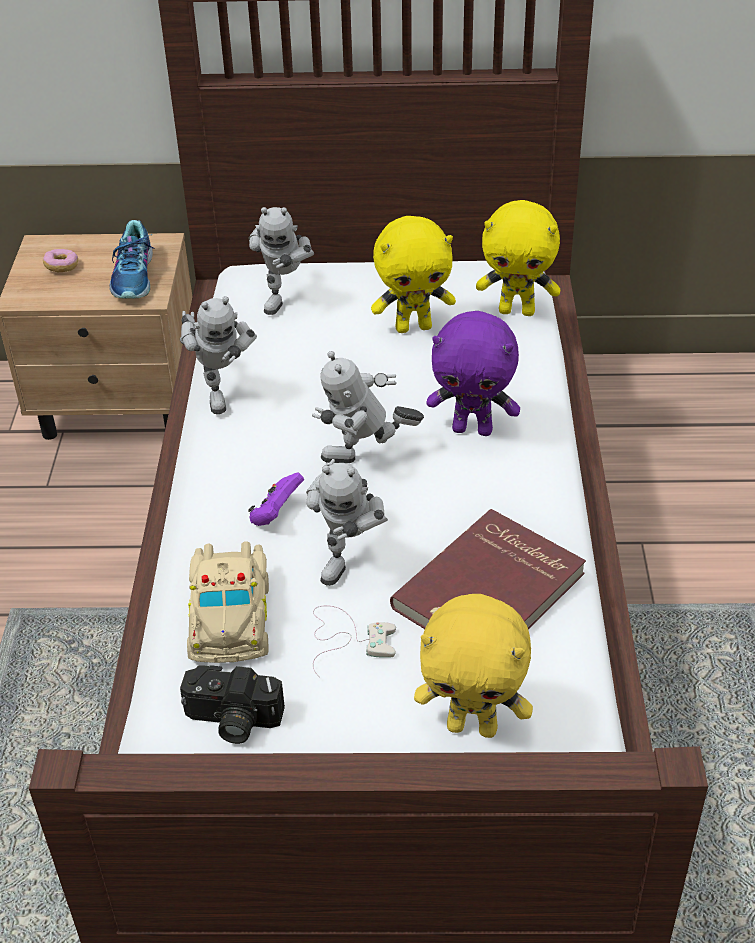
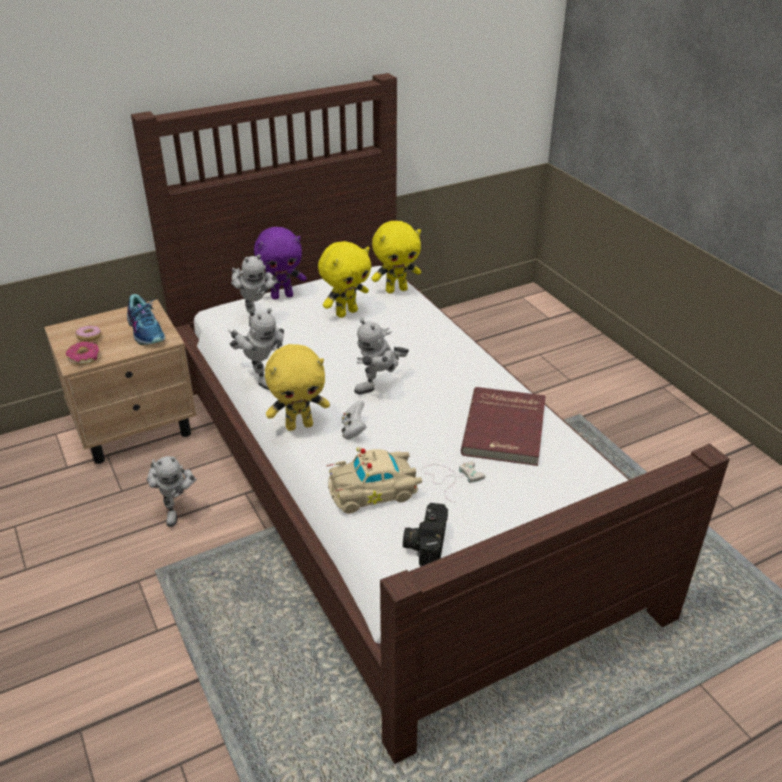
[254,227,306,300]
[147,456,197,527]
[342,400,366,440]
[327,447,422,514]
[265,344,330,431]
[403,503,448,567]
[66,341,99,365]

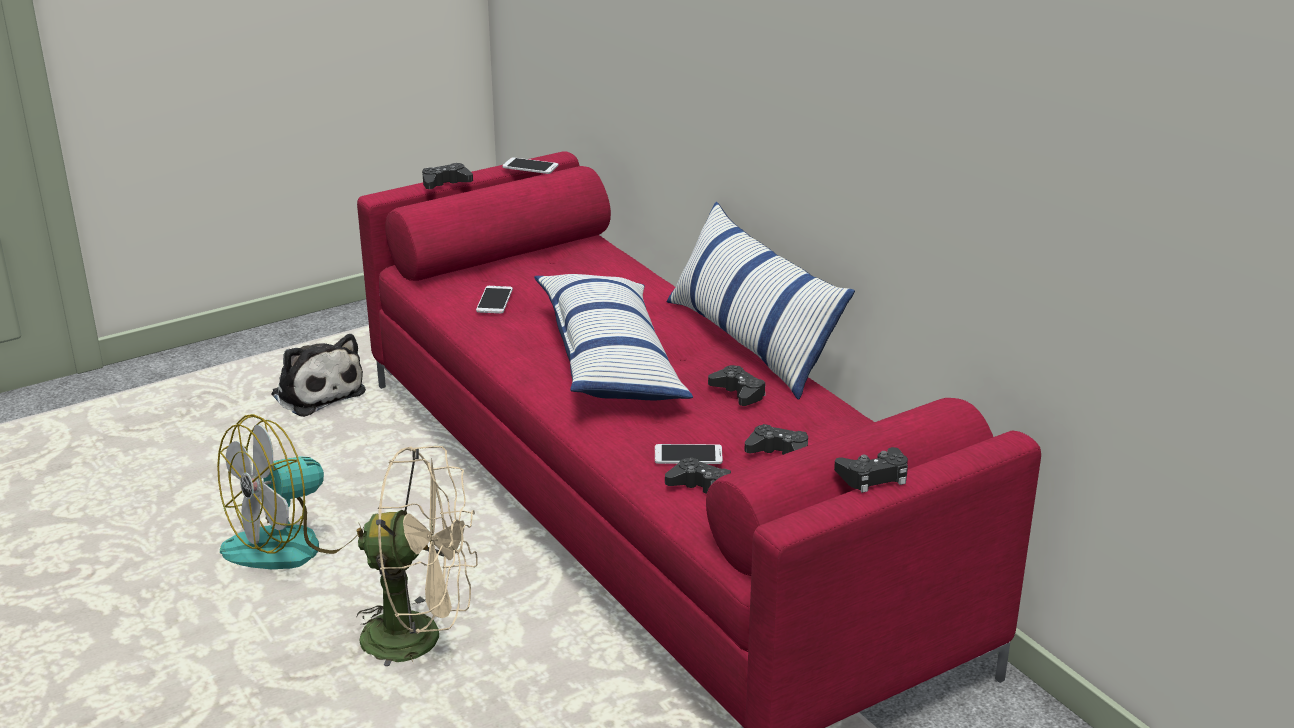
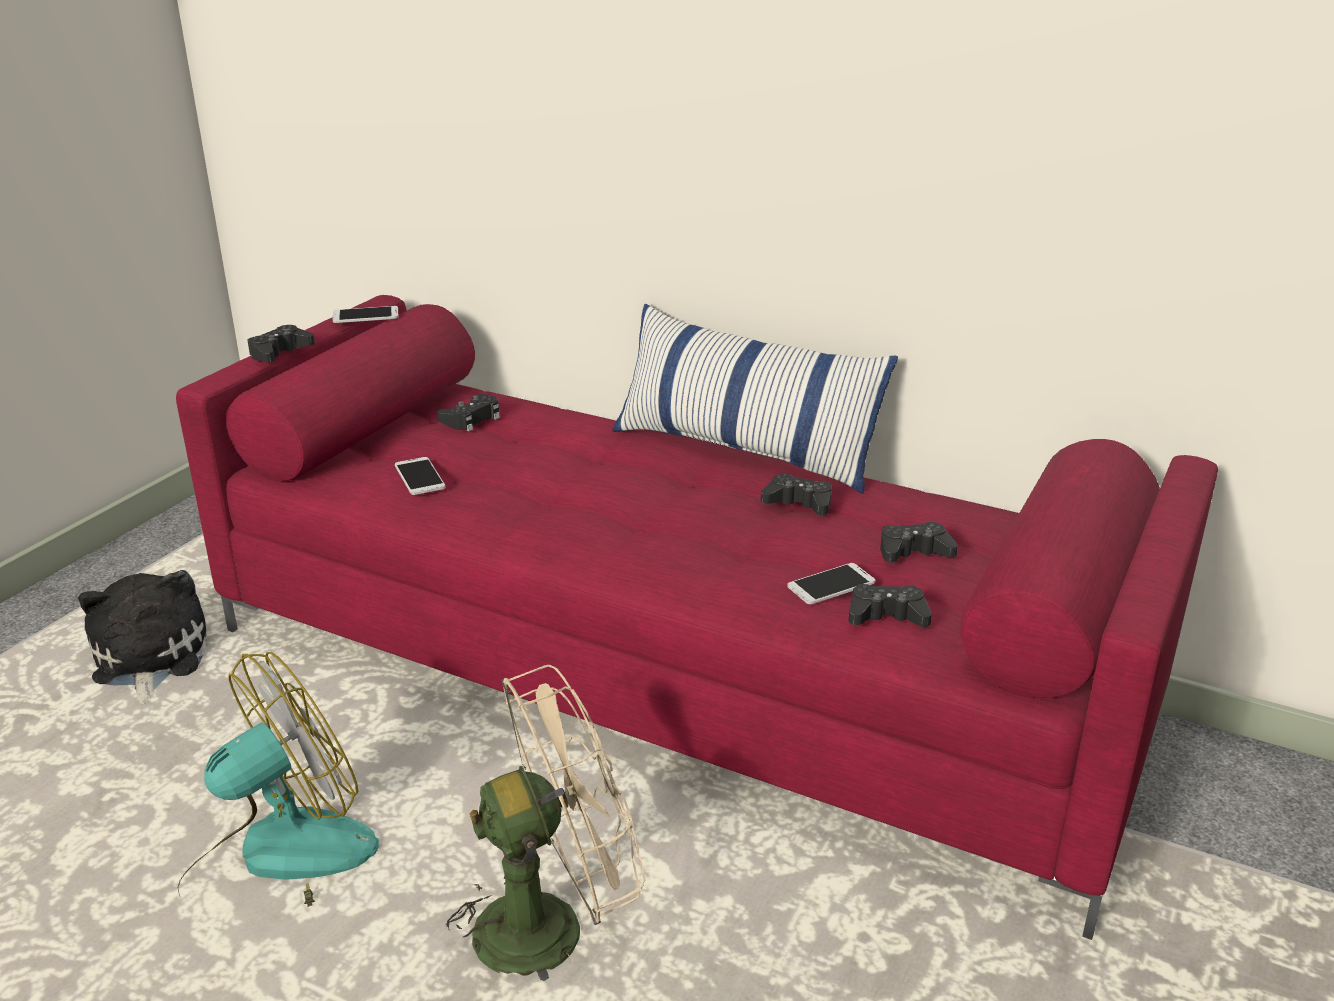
[534,274,693,400] (first image)
[78,570,207,705]
[178,652,379,915]
[437,394,500,432]

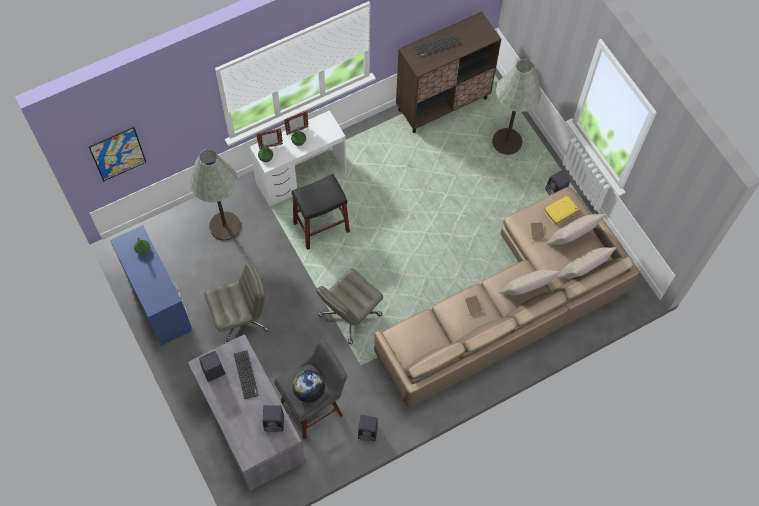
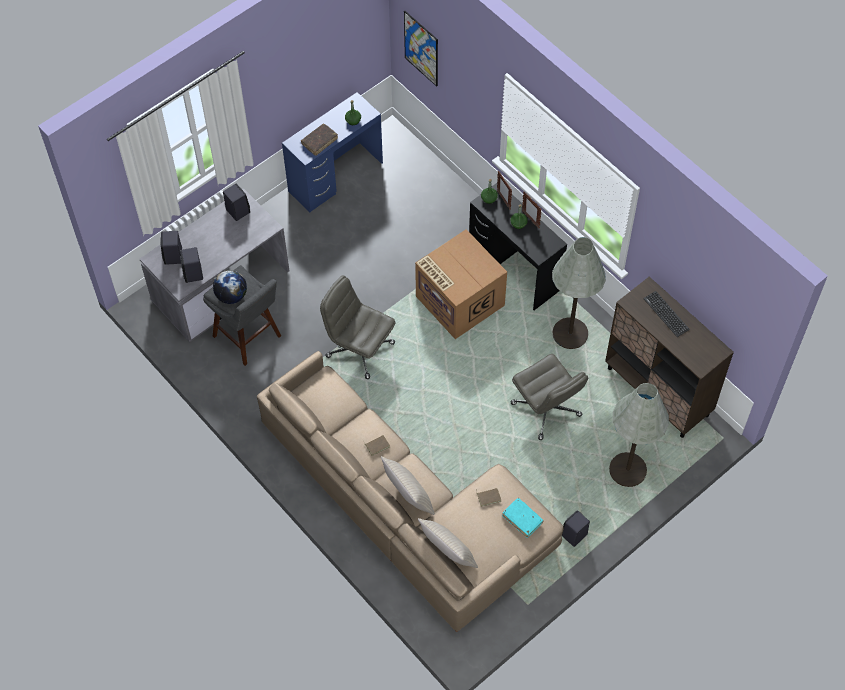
[469,183,567,310]
[552,237,606,349]
[415,229,507,339]
[502,498,544,538]
[546,214,605,245] (first image)
[510,354,588,440]
[234,350,259,399] (first image)
[160,231,182,265]
[301,123,338,156]

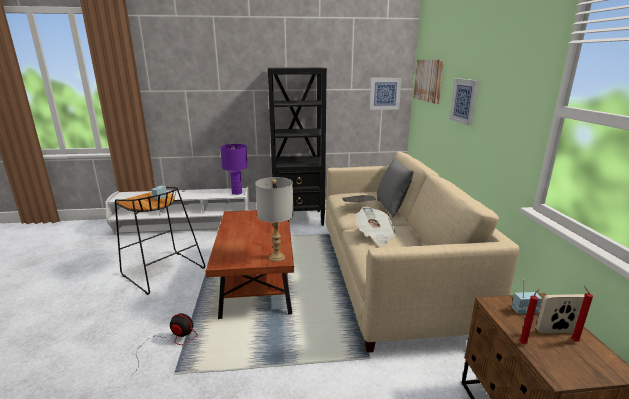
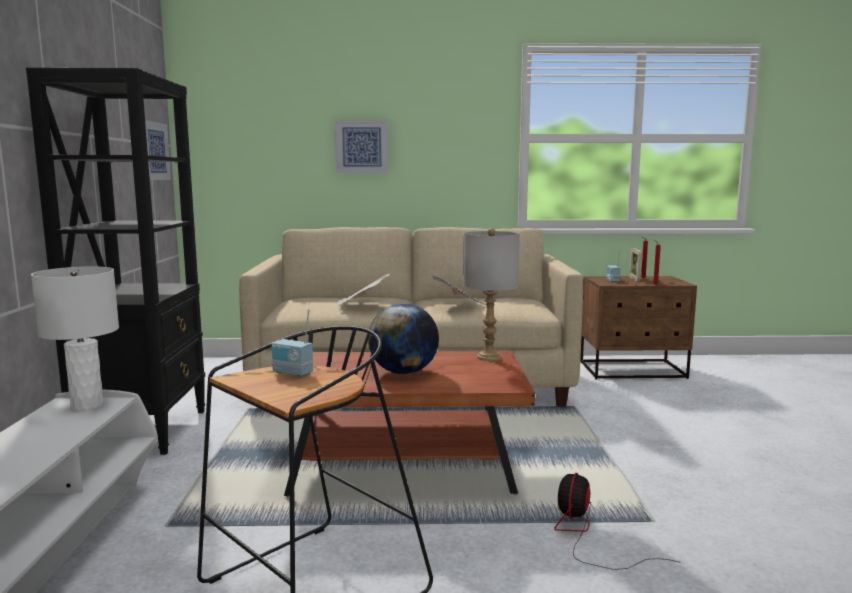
[414,60,444,104] (first image)
[31,266,119,411]
[377,157,414,218] (first image)
[368,303,439,374]

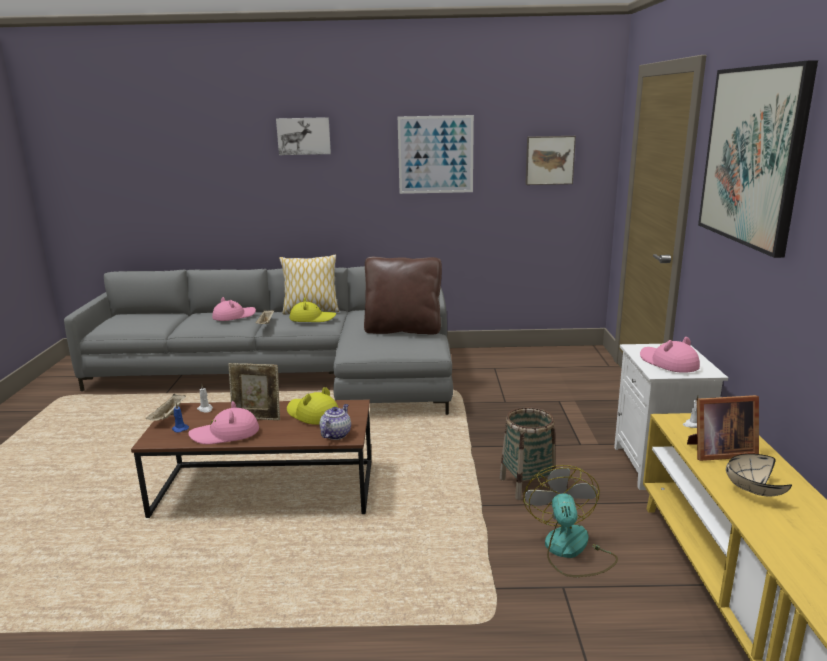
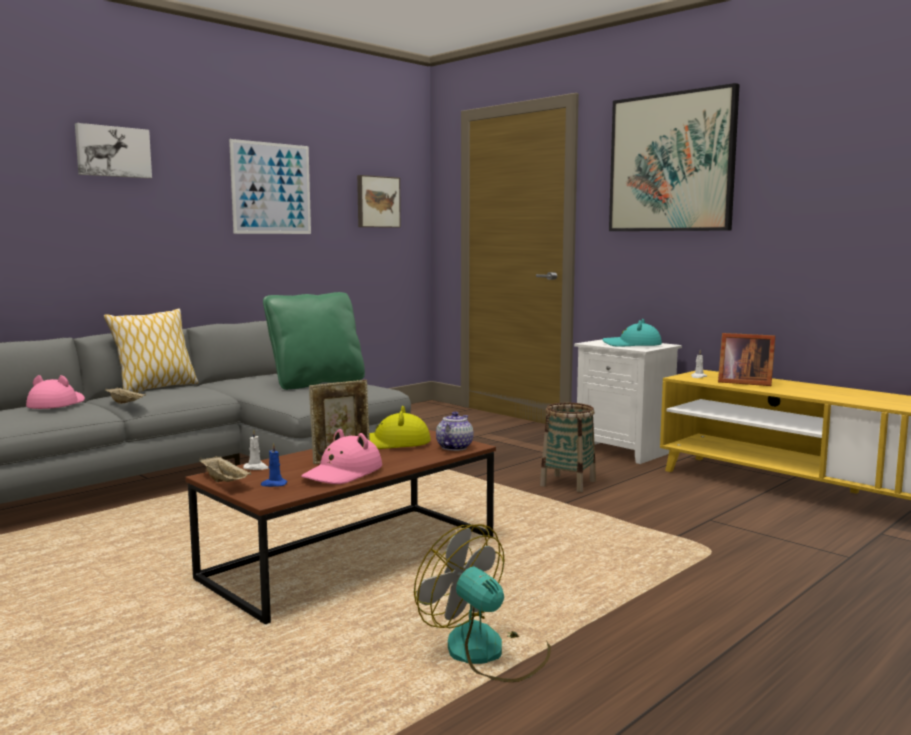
[263,292,365,390]
[290,297,336,322] (first image)
[602,319,662,347]
[718,333,775,386]
[436,411,474,451]
[726,454,792,496] (first image)
[414,524,551,682]

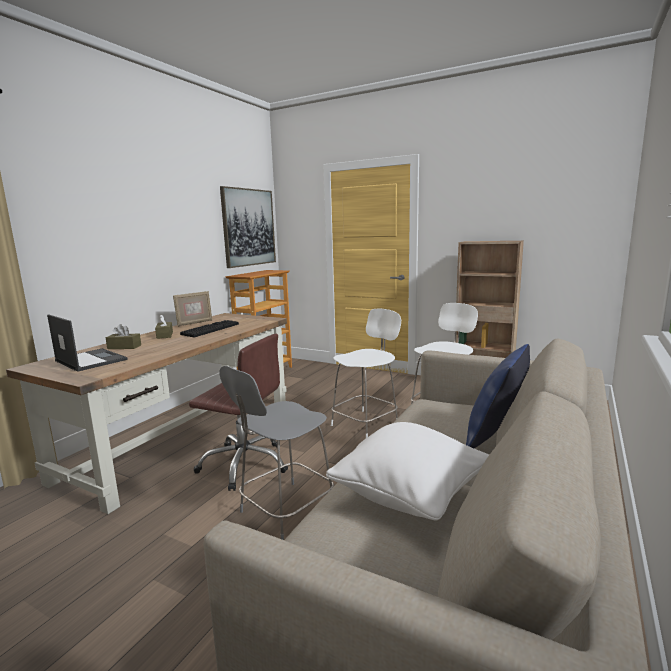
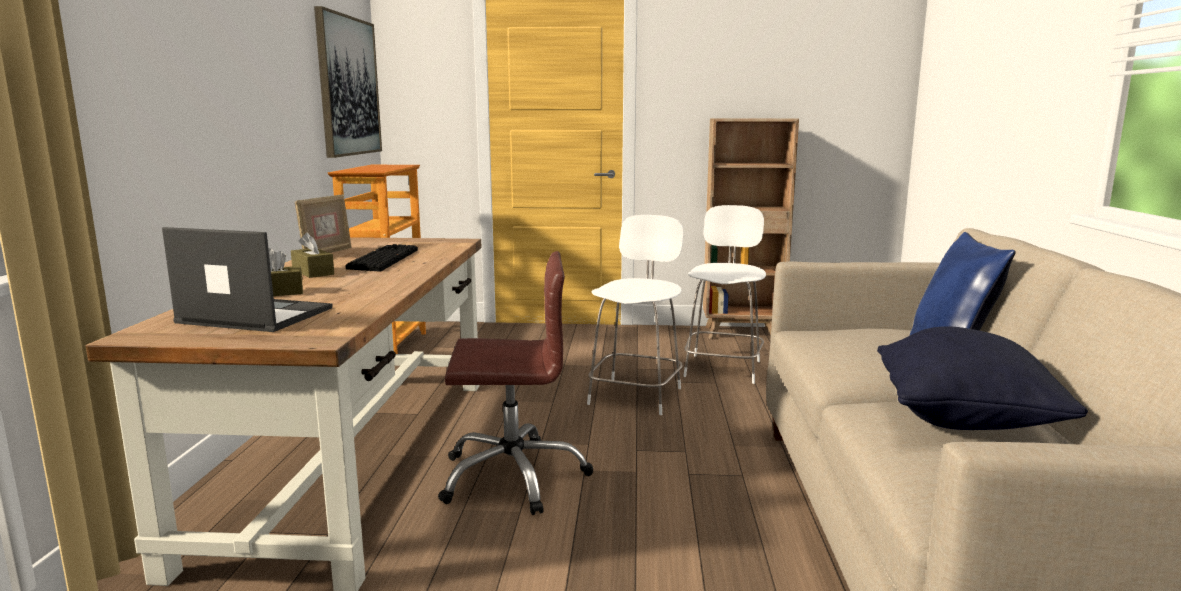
[219,366,334,540] (first image)
[877,326,1088,430]

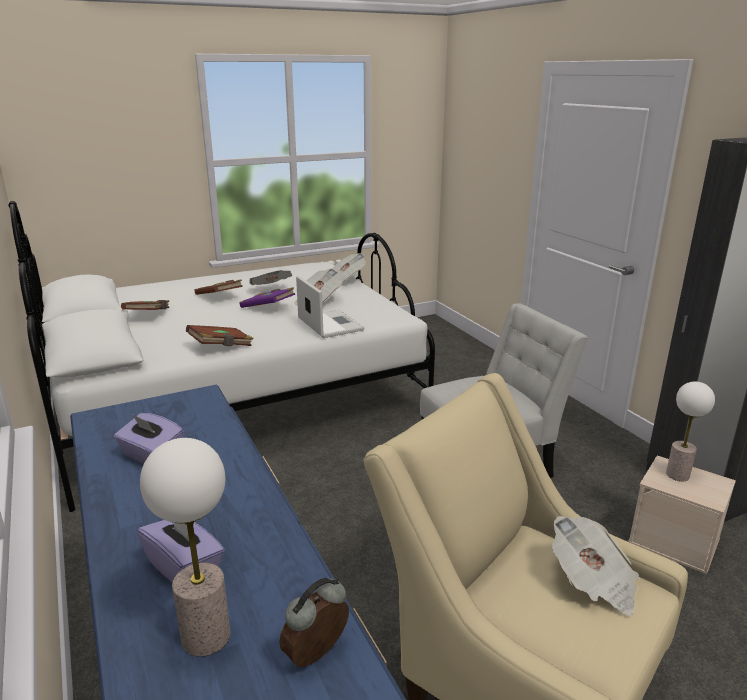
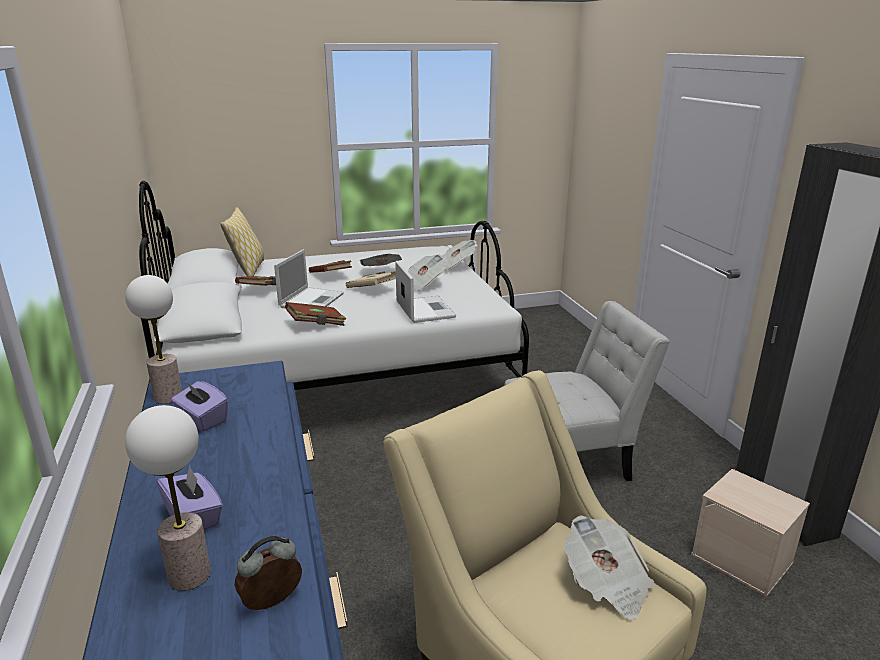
[346,271,396,288]
[125,275,182,404]
[220,207,264,276]
[274,249,344,308]

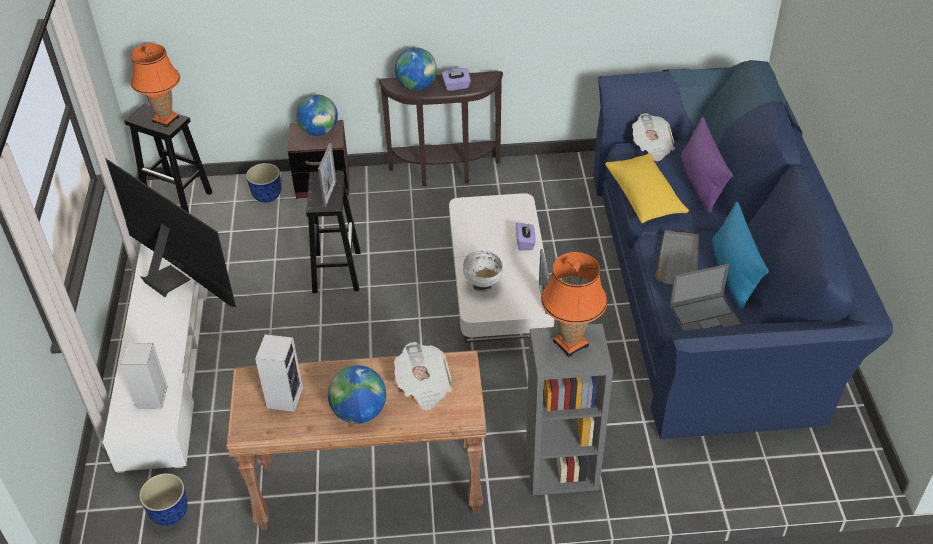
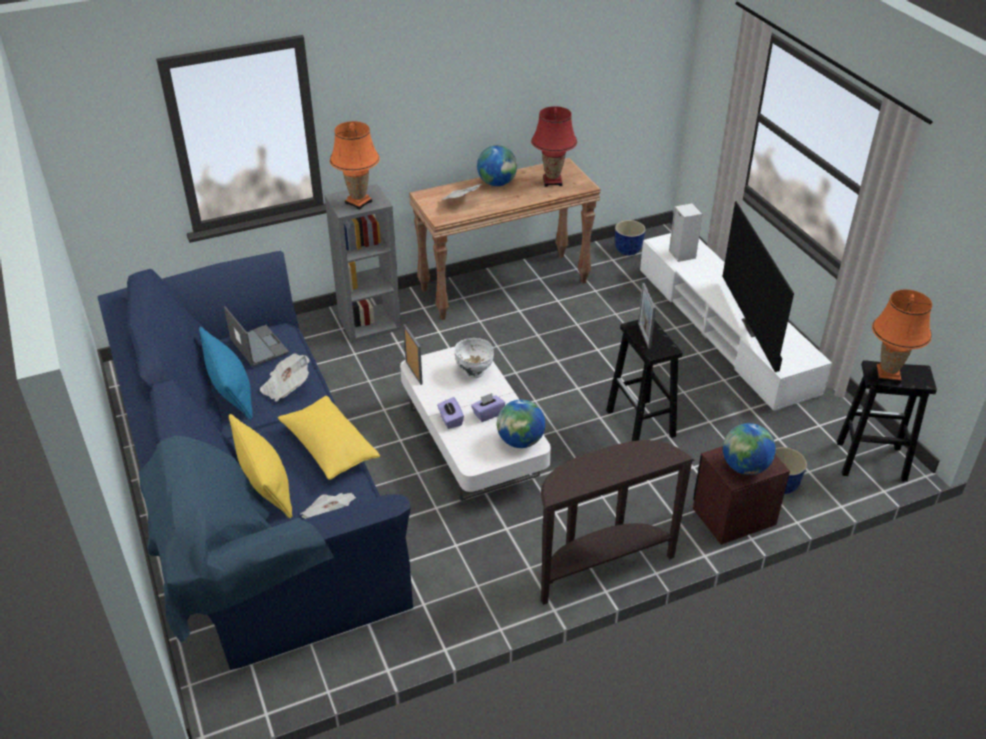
[497,399,545,448]
[471,393,505,422]
[229,414,292,518]
[722,201,794,372]
[260,353,310,402]
[224,306,289,367]
[531,106,577,187]

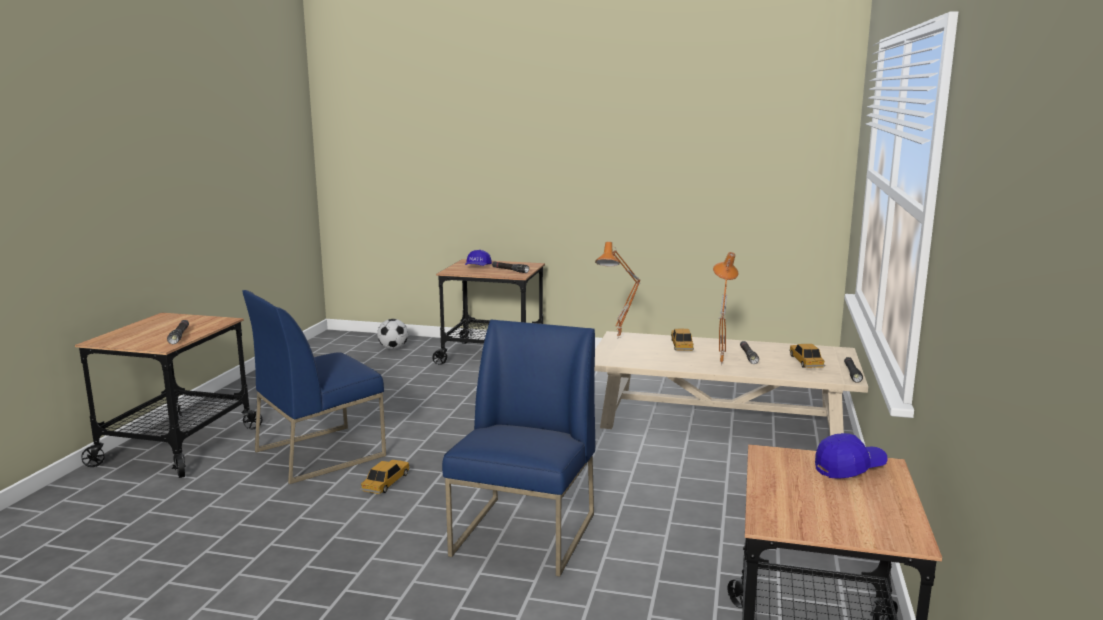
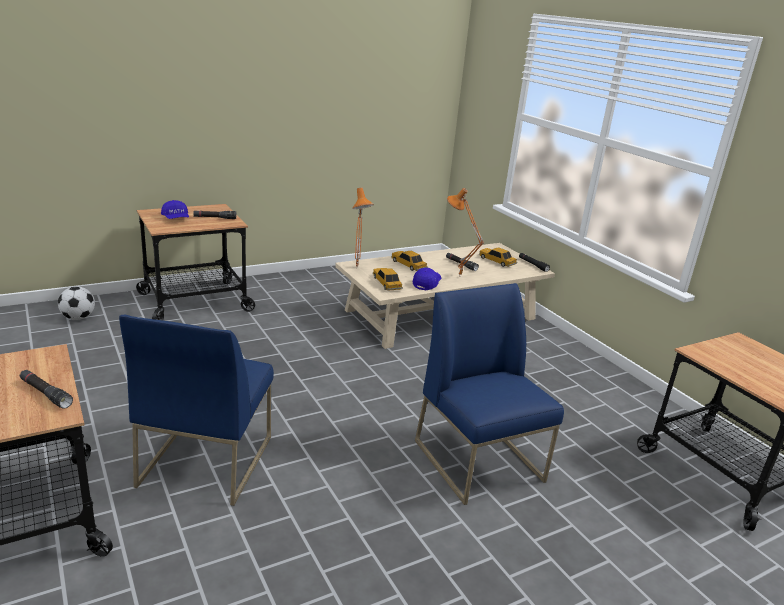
[413,268,441,290]
[373,268,403,291]

